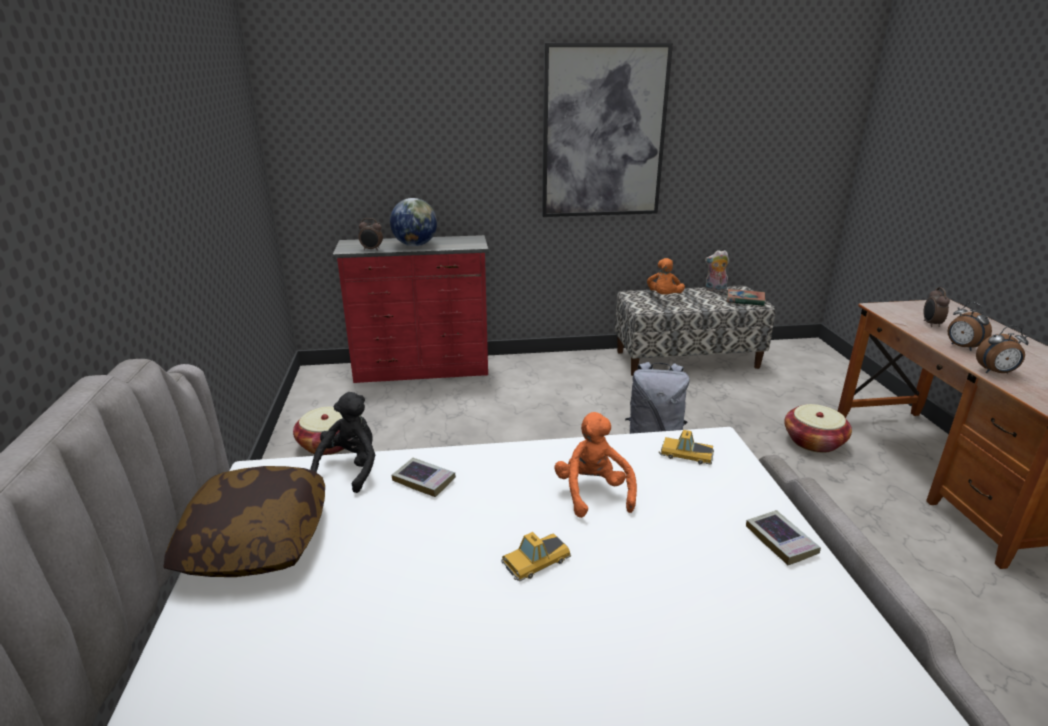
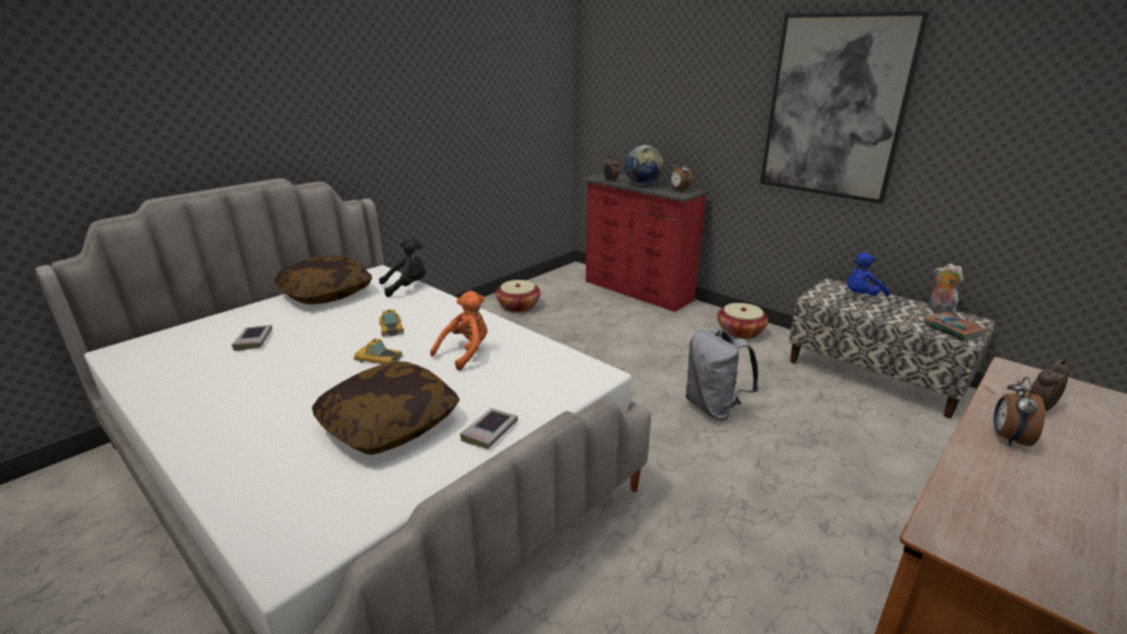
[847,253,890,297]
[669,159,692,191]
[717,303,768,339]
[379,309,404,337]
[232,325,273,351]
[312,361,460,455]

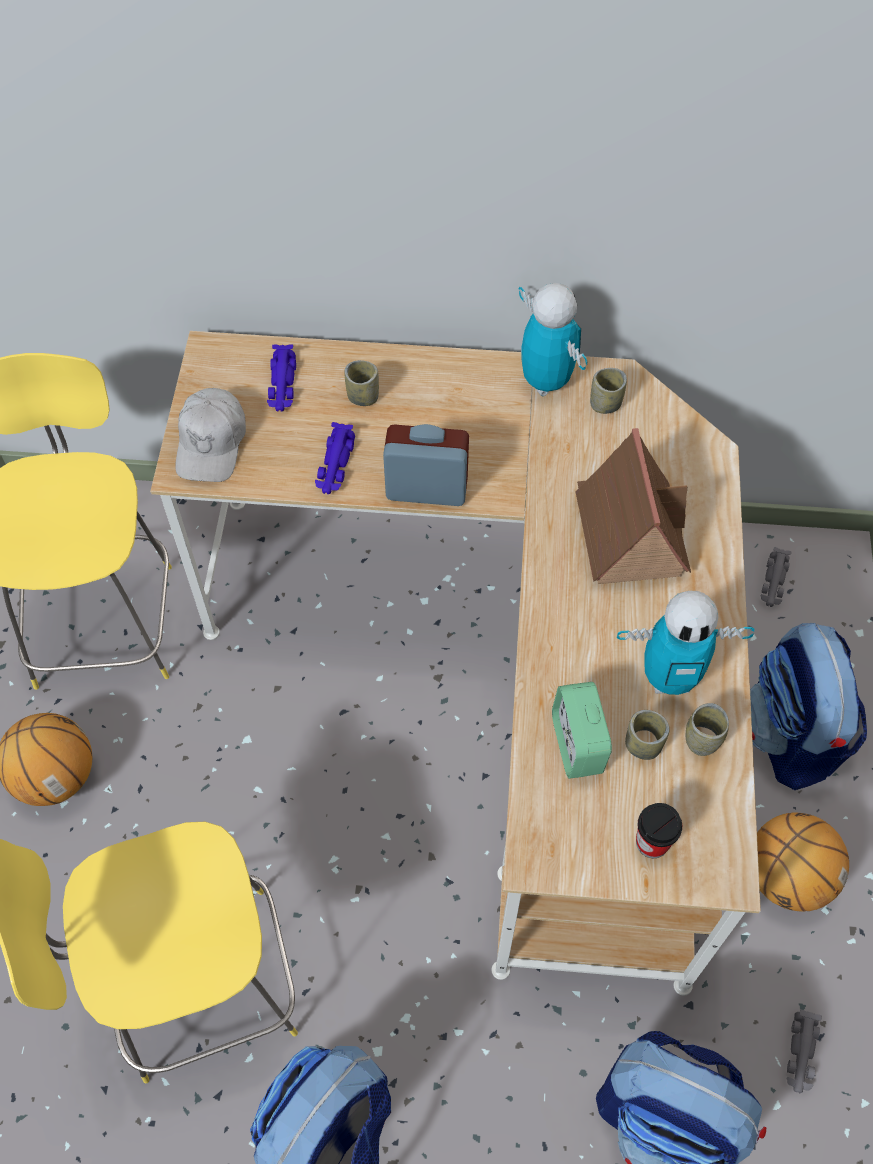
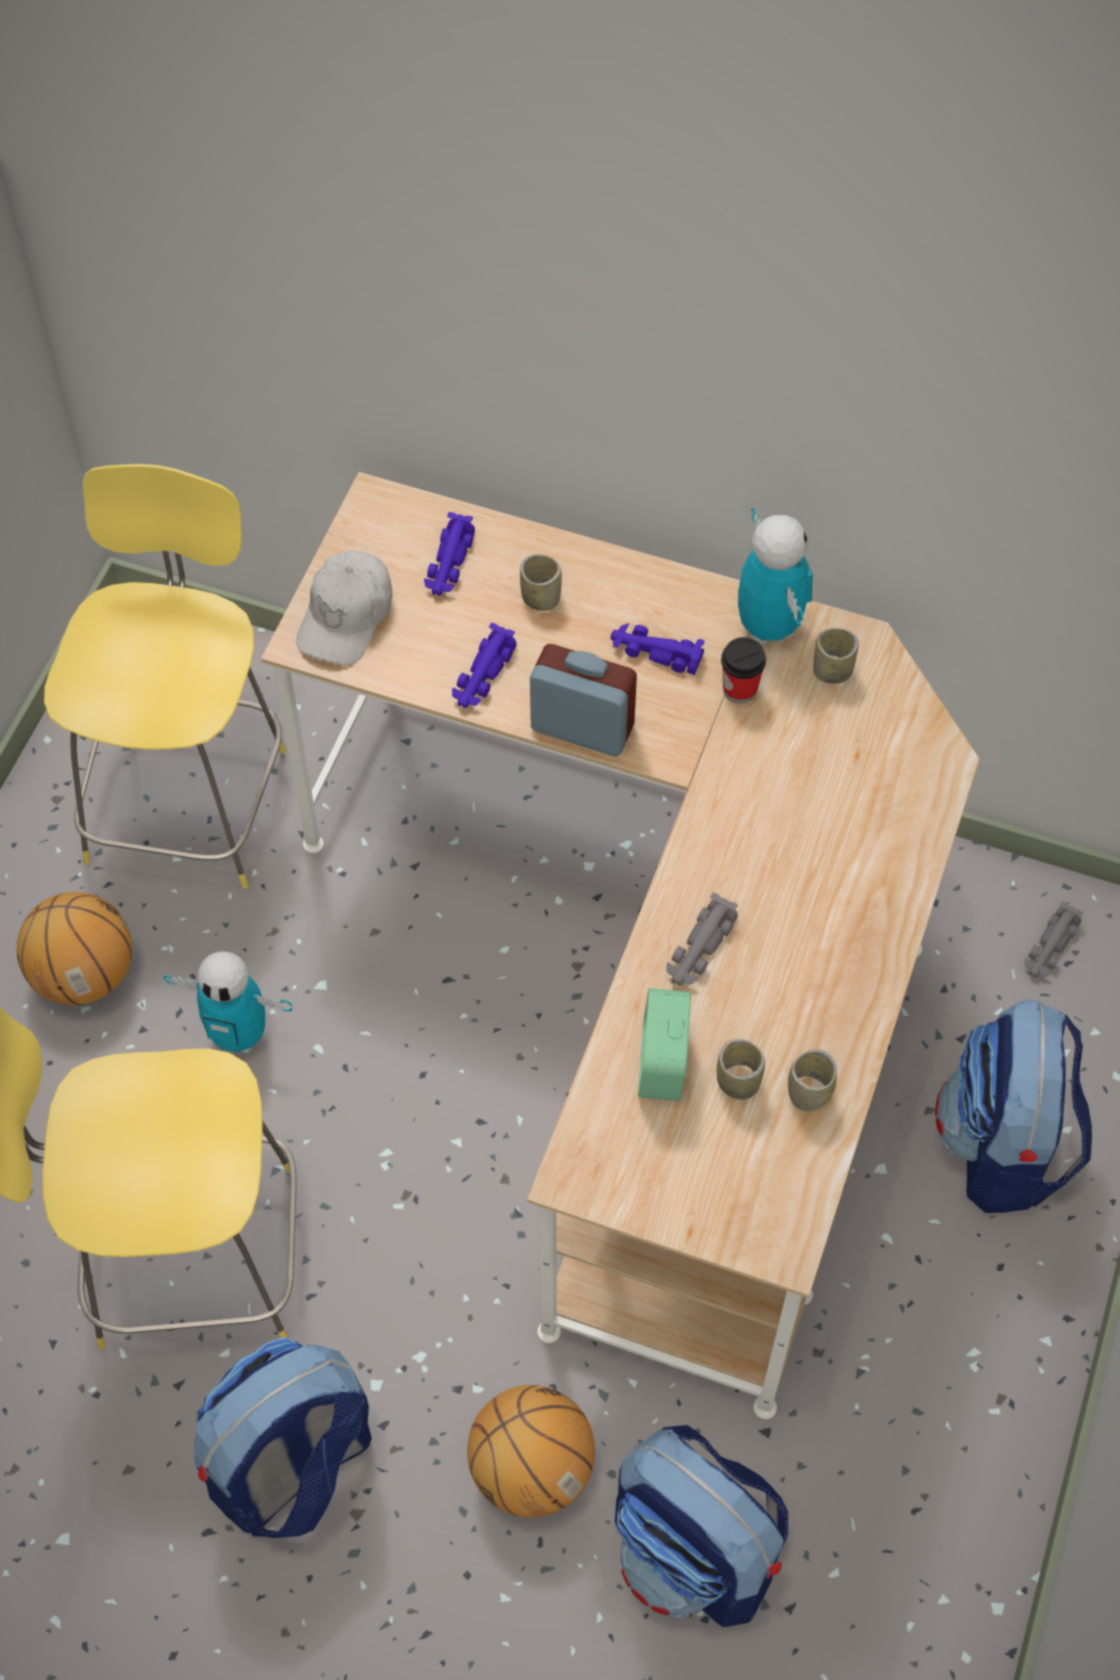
[576,428,691,584] (first image)
[163,952,292,1053]
[721,637,766,703]
[467,1385,595,1518]
[666,892,738,986]
[611,623,705,675]

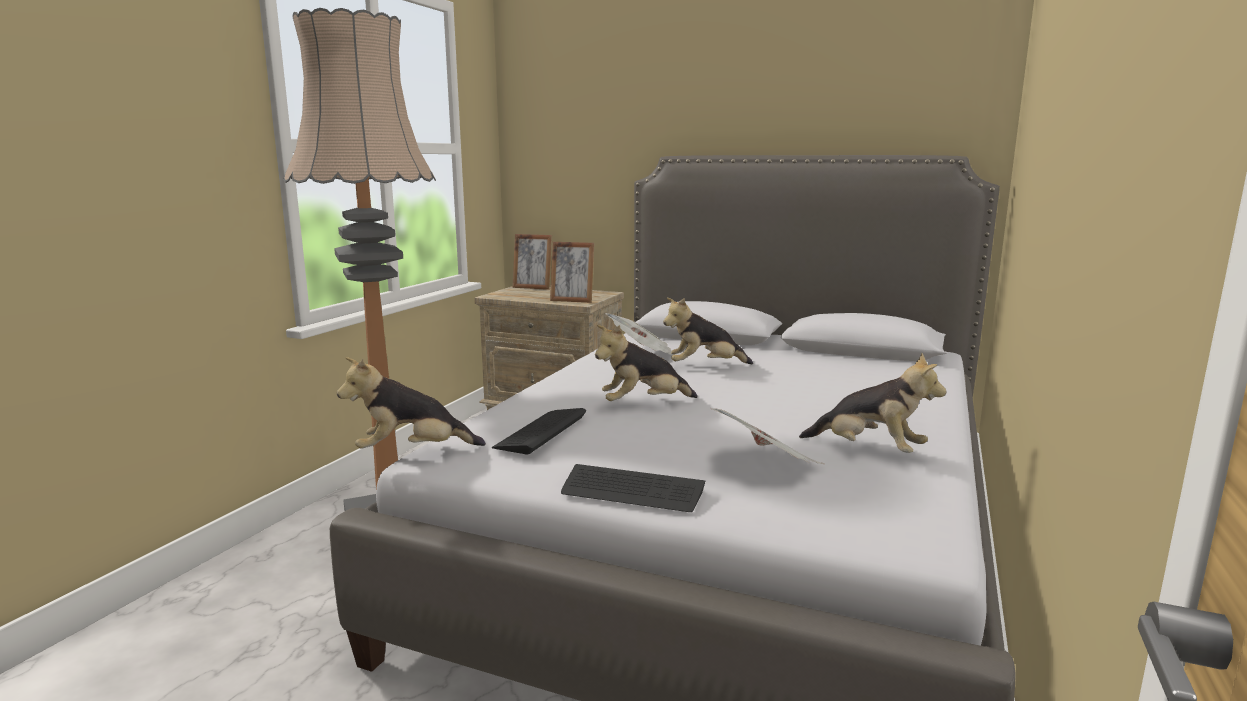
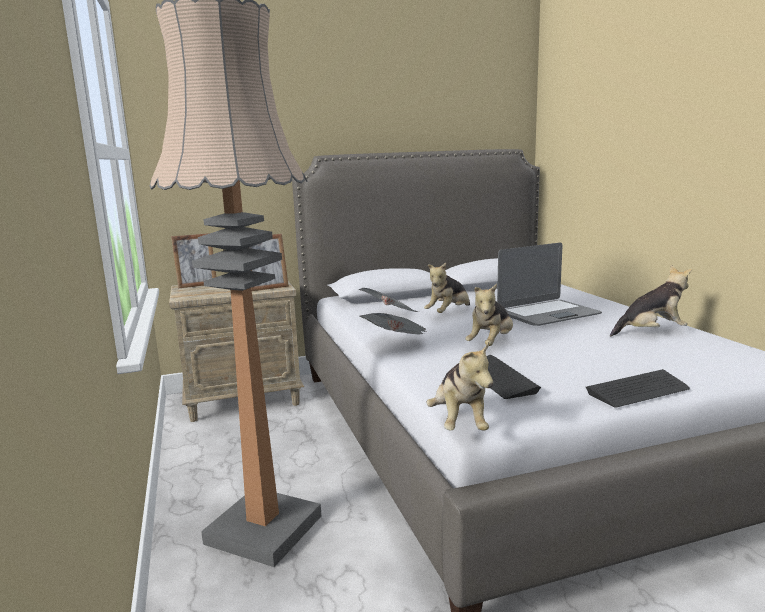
[427,342,493,431]
[359,313,426,334]
[497,243,602,326]

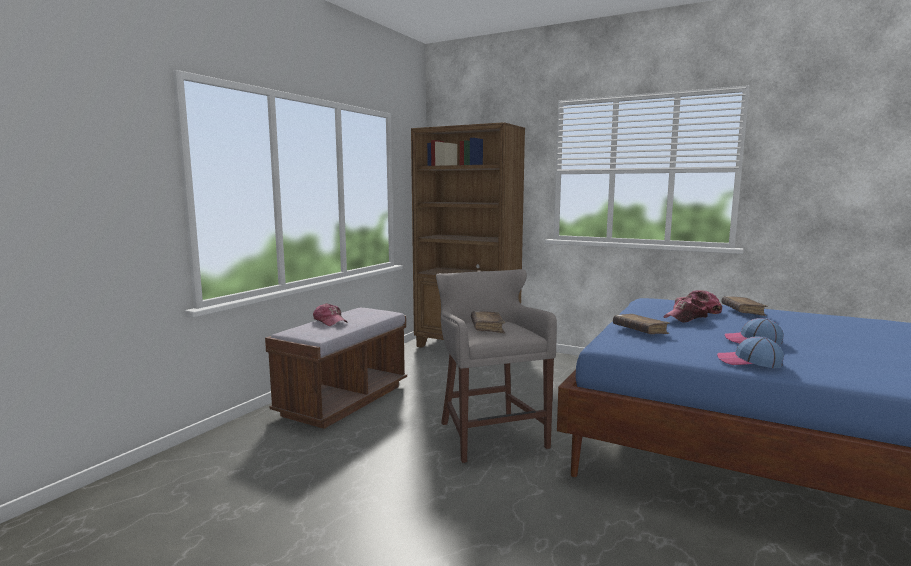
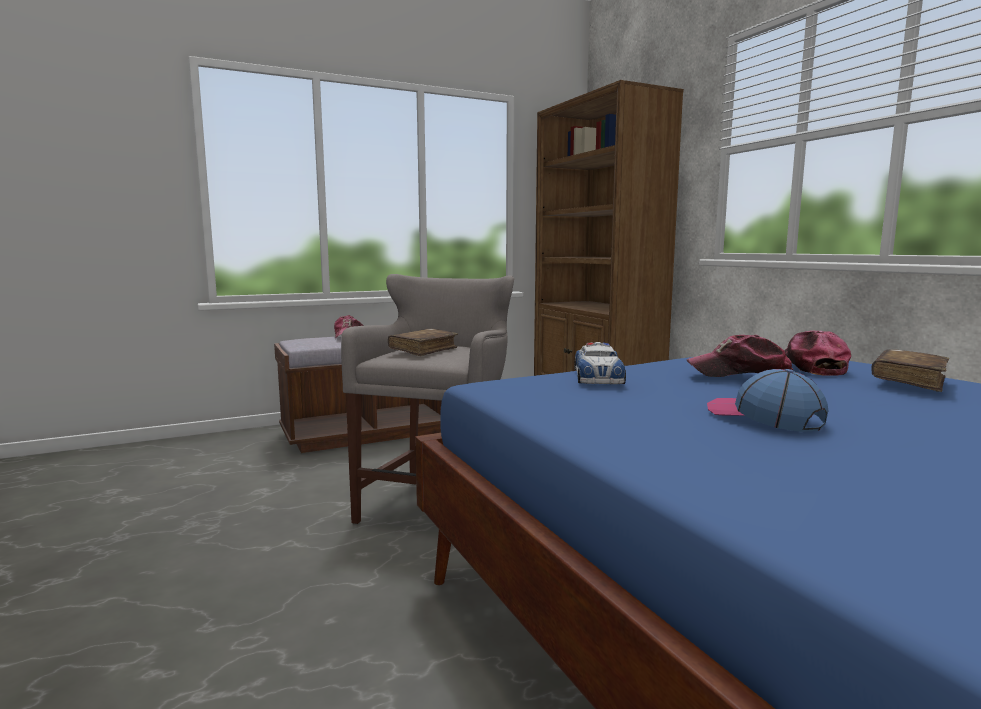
[574,342,626,384]
[717,336,784,368] (first image)

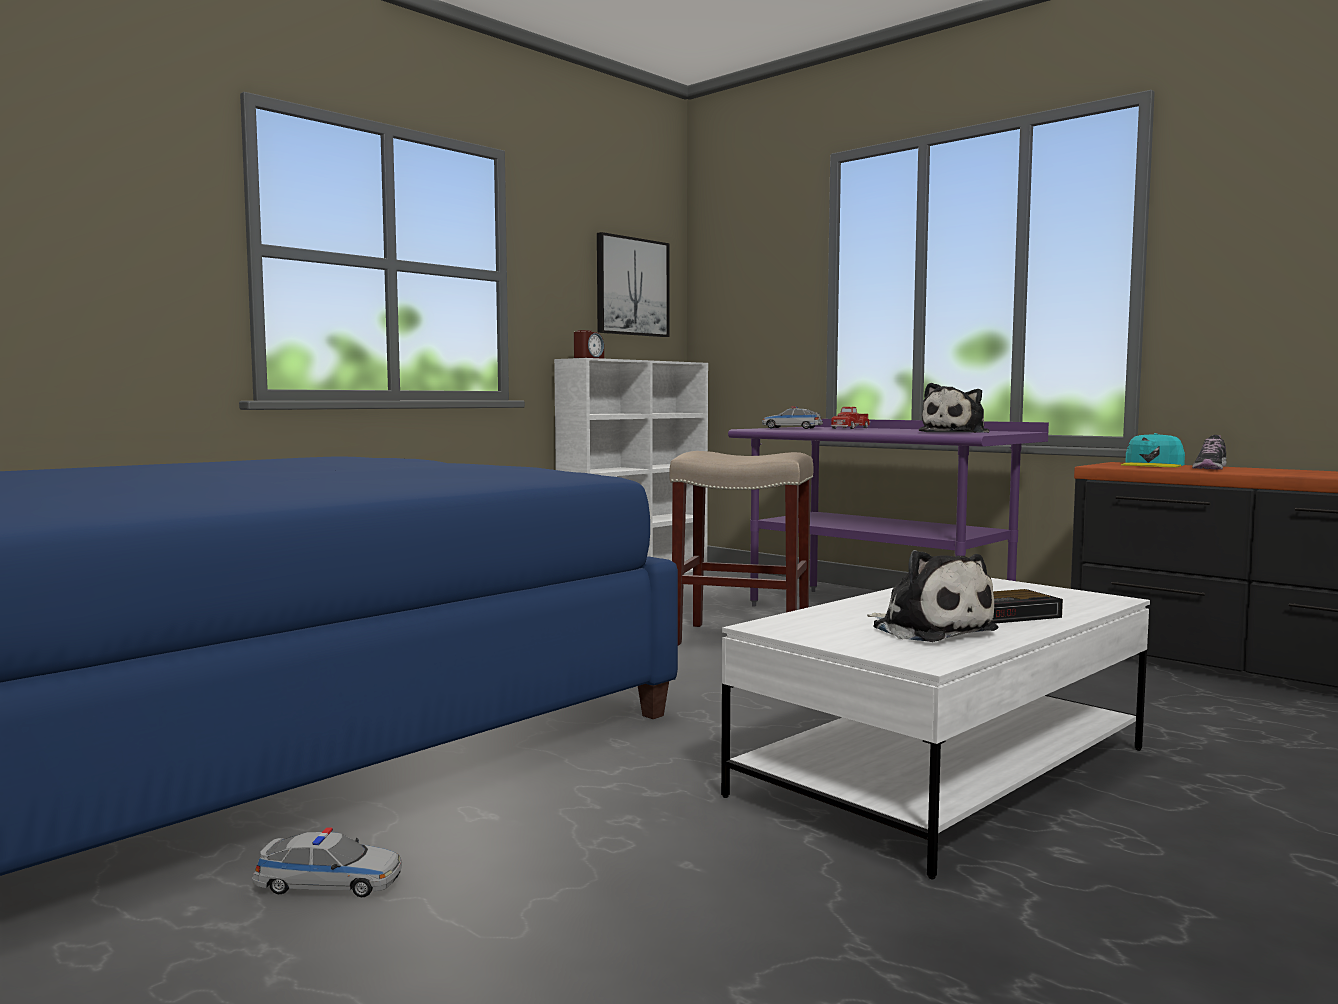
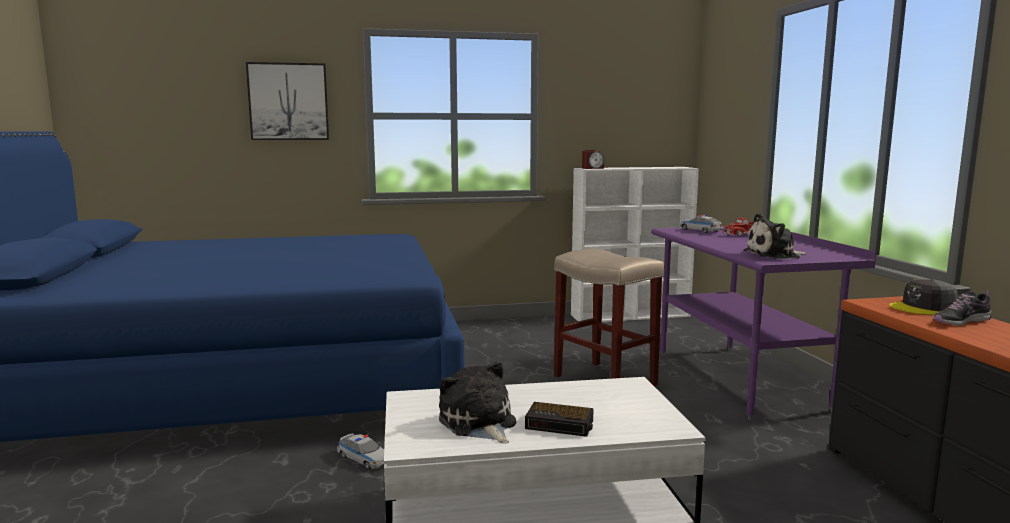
[246,62,329,140]
[889,279,959,315]
[439,361,516,444]
[336,434,384,470]

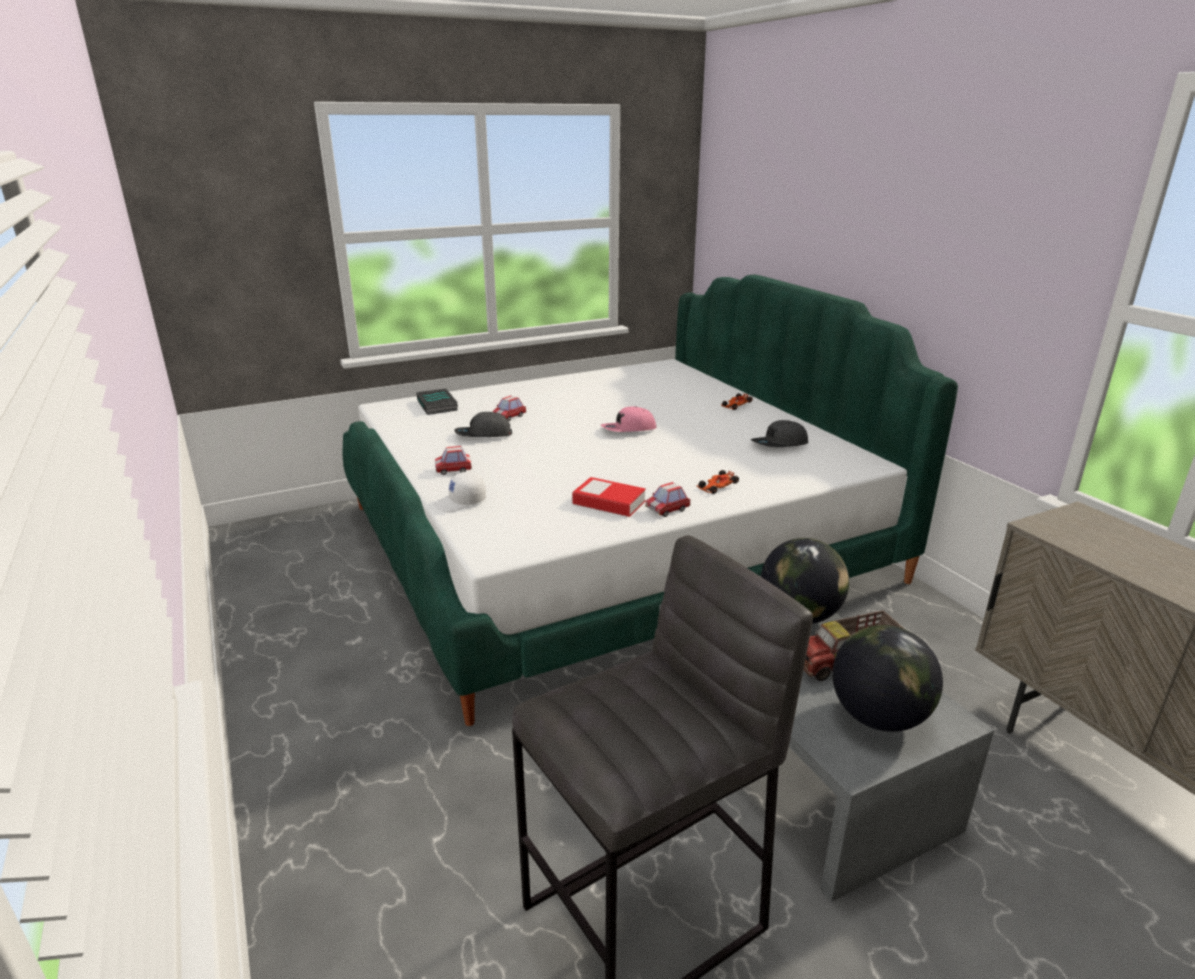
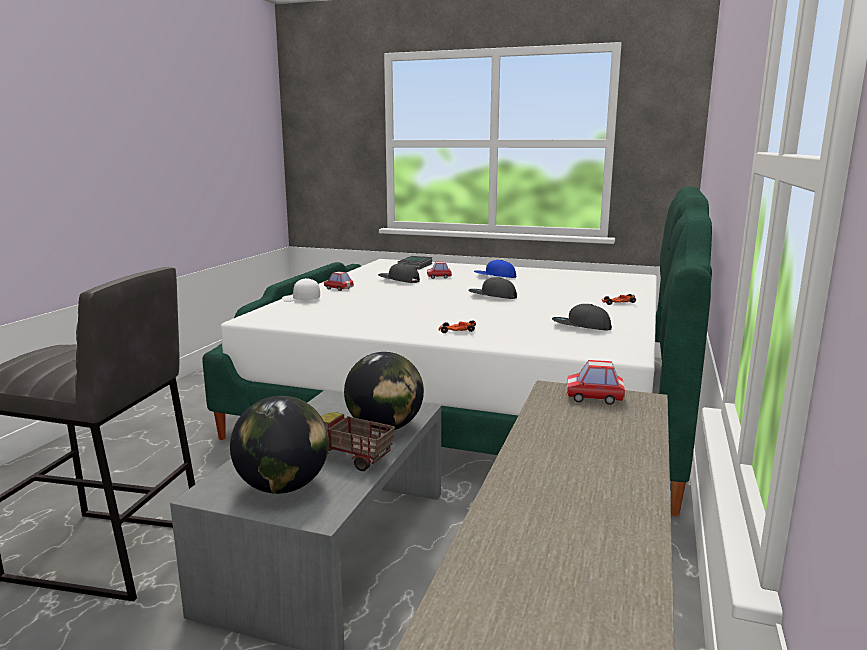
[468,277,517,299]
[572,477,646,517] (first image)
[567,360,625,405]
[474,260,516,278]

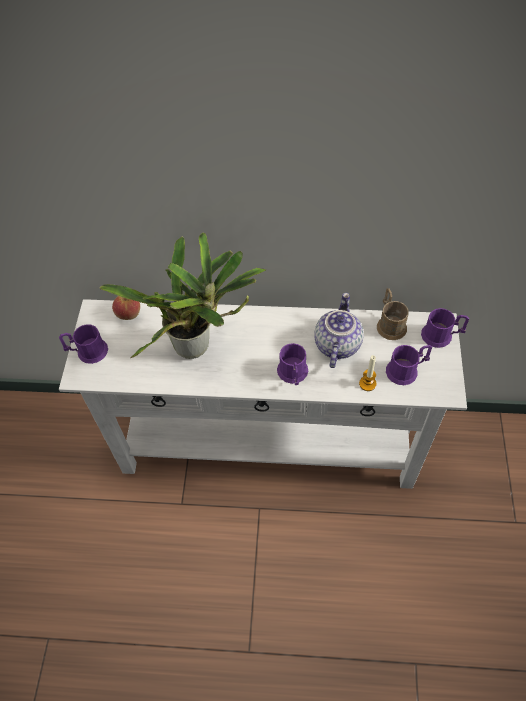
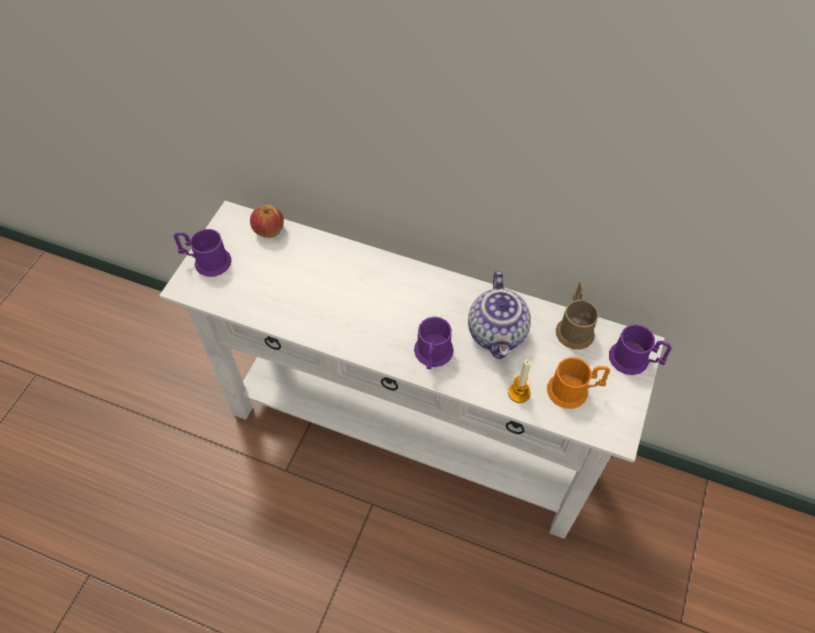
[99,233,266,359] (first image)
[468,271,531,359]
[547,357,610,409]

